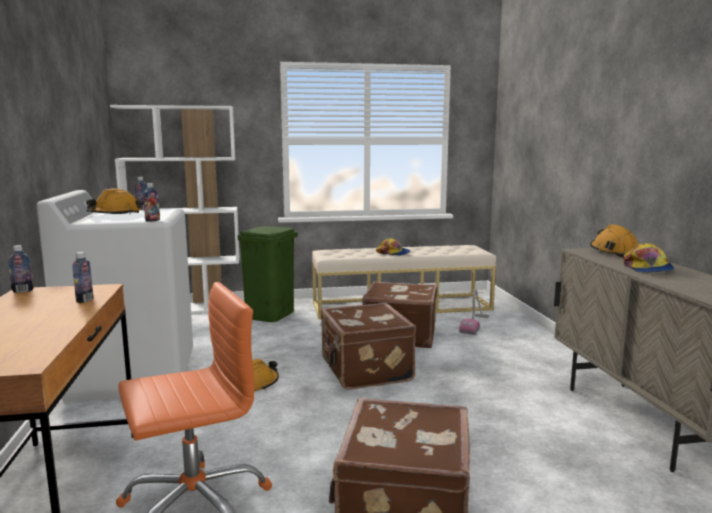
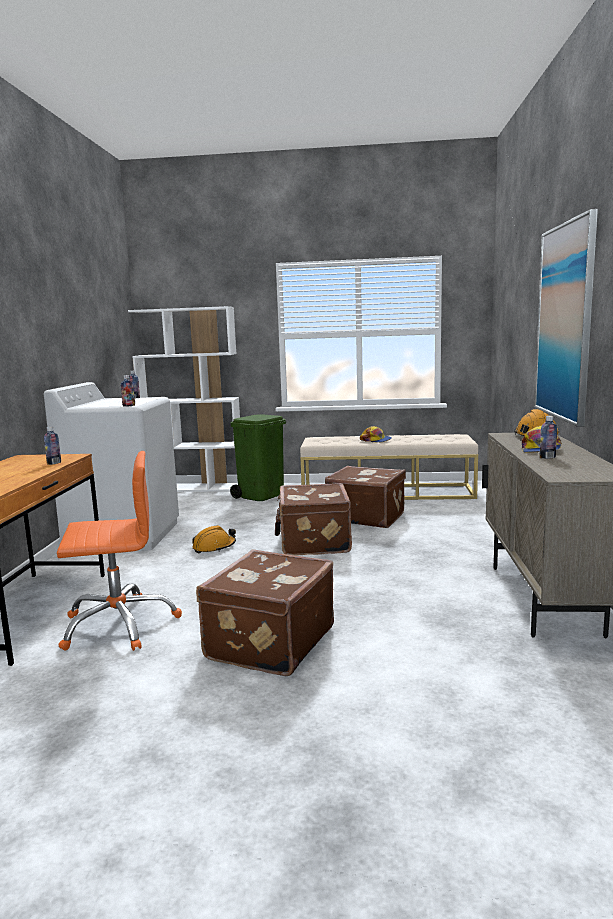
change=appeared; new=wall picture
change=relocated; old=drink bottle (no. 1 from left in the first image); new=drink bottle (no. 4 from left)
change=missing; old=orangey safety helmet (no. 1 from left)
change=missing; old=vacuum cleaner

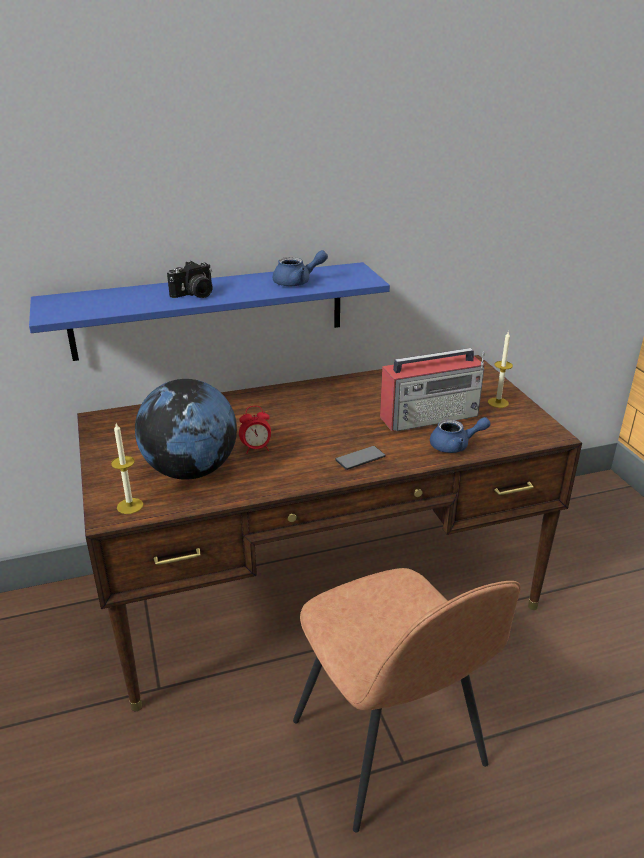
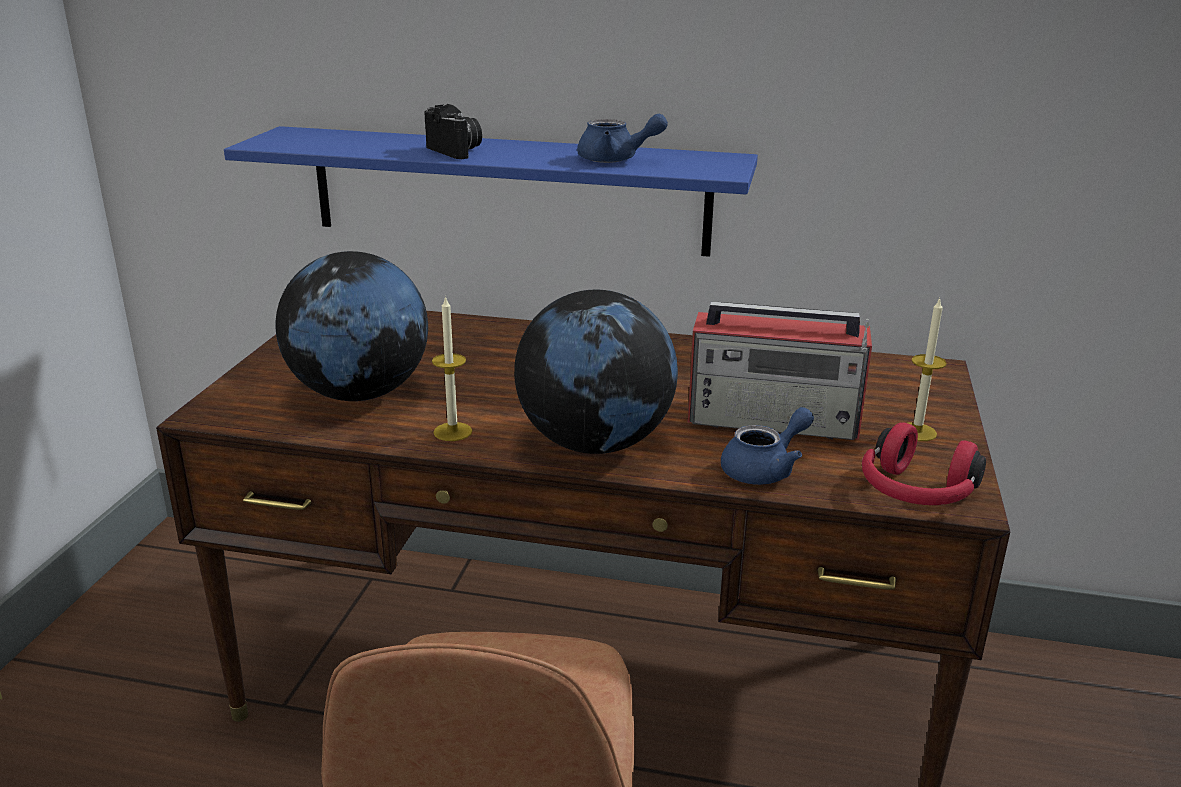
change=spun; old=still camera; degrees=-120
change=relocated; old=candle (no. 1 from left)
change=exchanged; old=handset; new=world globe (no. 2 from left)
change=spun; old=blue-coloured tea pot (no. 2 from left); degrees=-60
change=appeared; new=red pair of headphones
change=missing; old=alarm clock

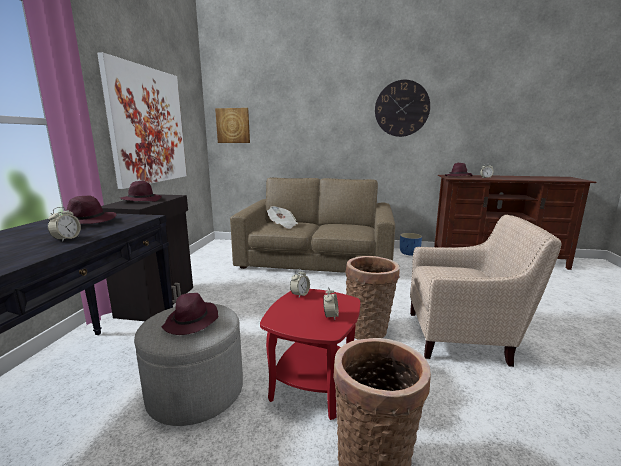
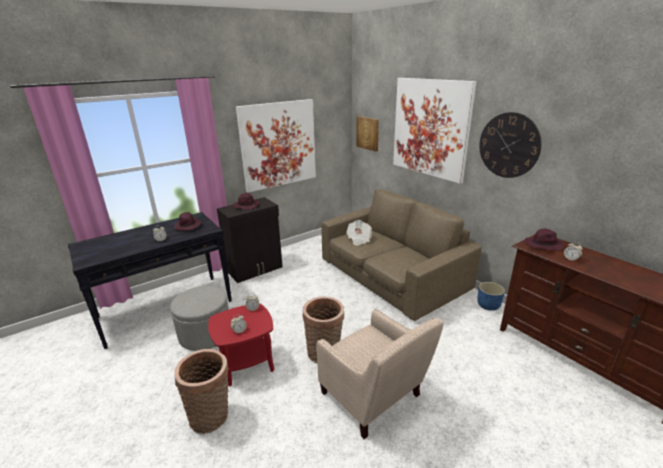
change=appeared; new=wall picture (no. 3 from left)
change=missing; old=purple clothing hat (no. 3 from left)

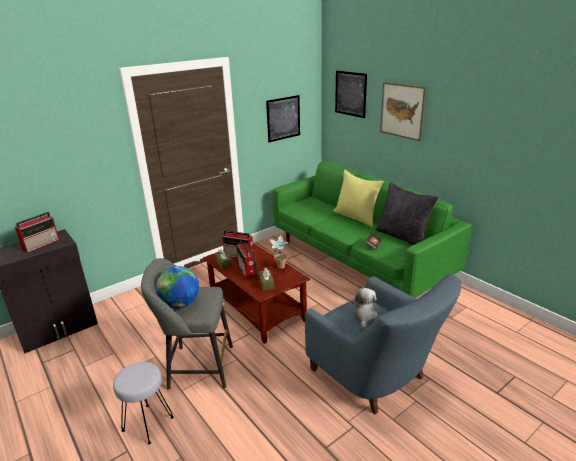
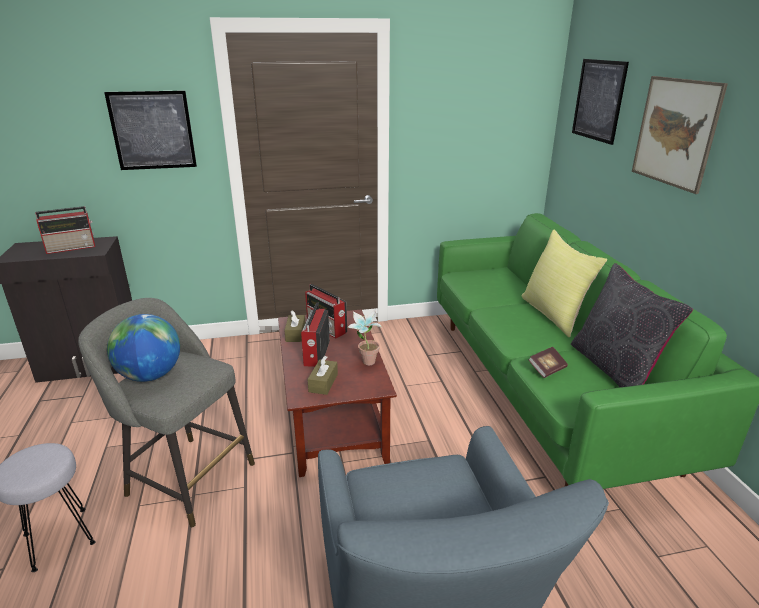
change=relocated; old=wall picture (no. 1 from left)
change=missing; old=plush toy

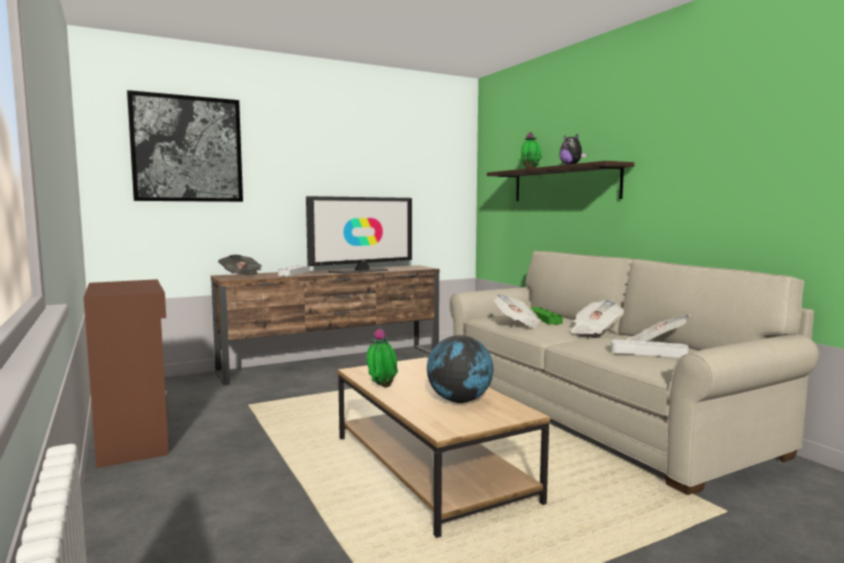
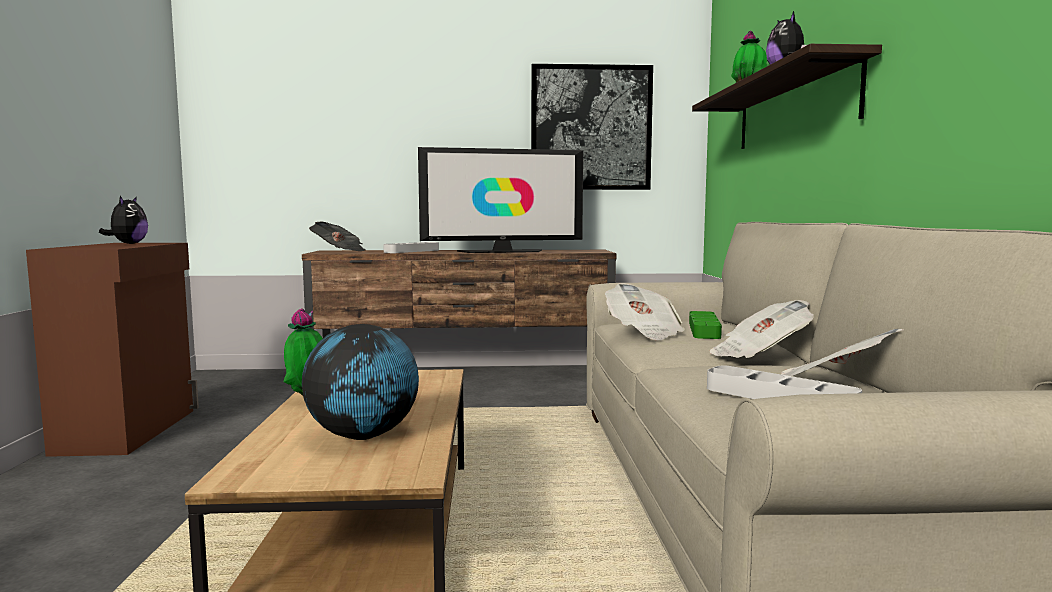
change=appeared; new=plush toy (no. 1 from left)
change=relocated; old=wall picture

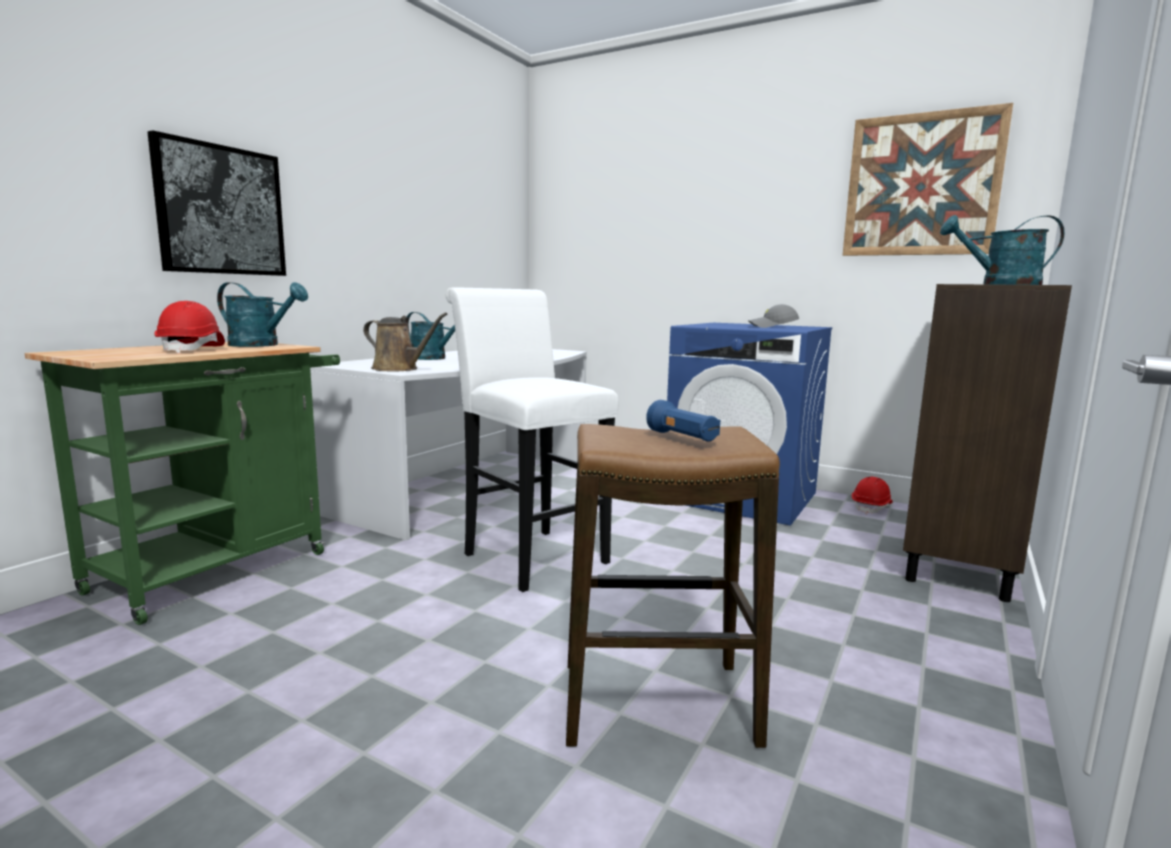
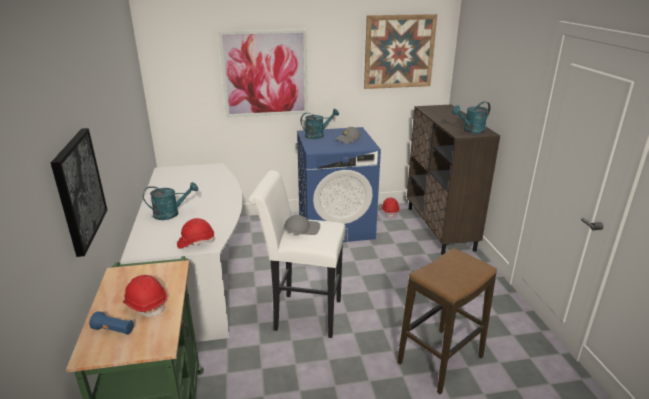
change=relocated; old=blue-coloured flashlight
change=exchanged; old=brown watering pot; new=red safety helmet (no. 2 from left)
change=appeared; new=wall picture (no. 2 from left)
change=appeared; new=grey baseball cap (no. 1 from left)
change=relocated; old=blue-green watering pot (no. 1 from left in the first image); new=blue-green watering pot (no. 2 from left)

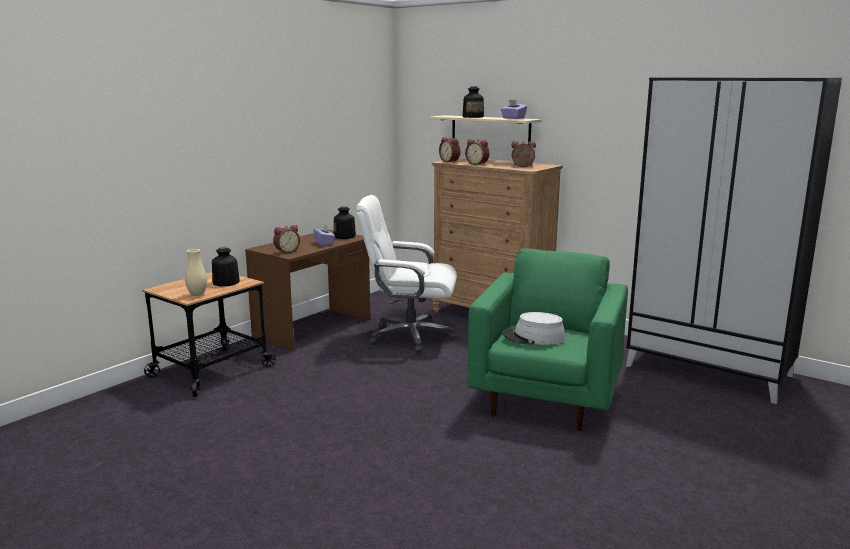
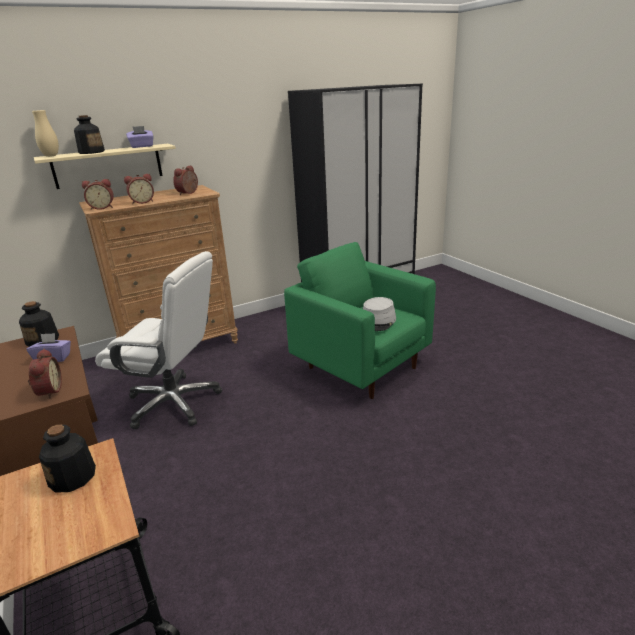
change=relocated; old=beige flower vase
change=spun; old=white-coloured computer chair; degrees=-105

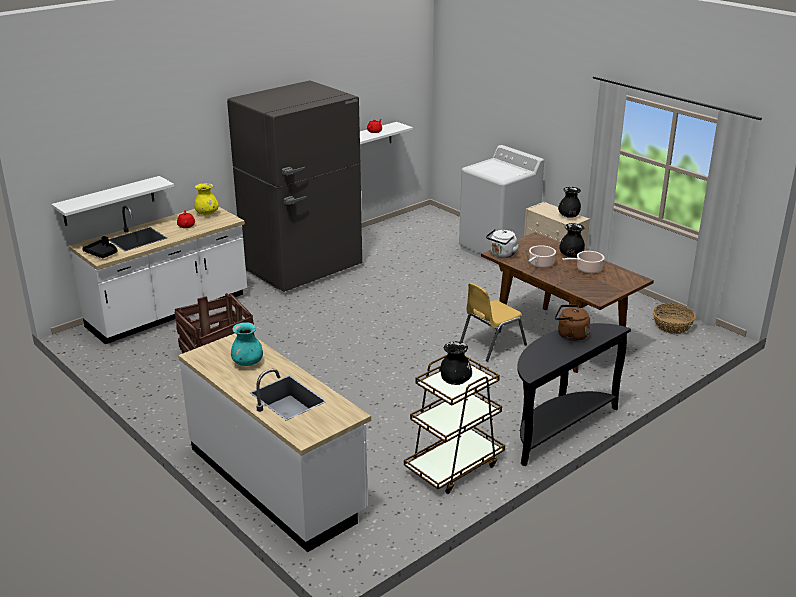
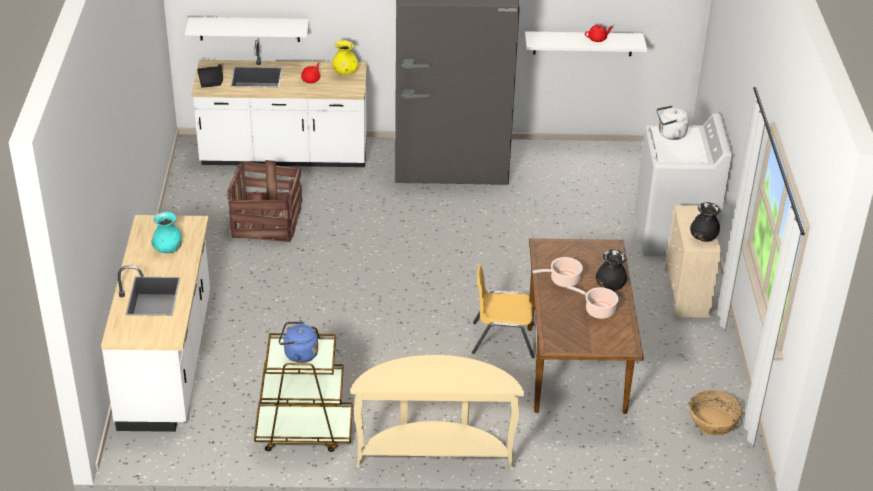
change=exchanged; old=black flower vase (no. 1 from left); new=blue-coloured water kettle
change=colour; old=black console table; new=beige console table
change=relocated; old=white-coloured water kettle
change=missing; old=brown water kettle

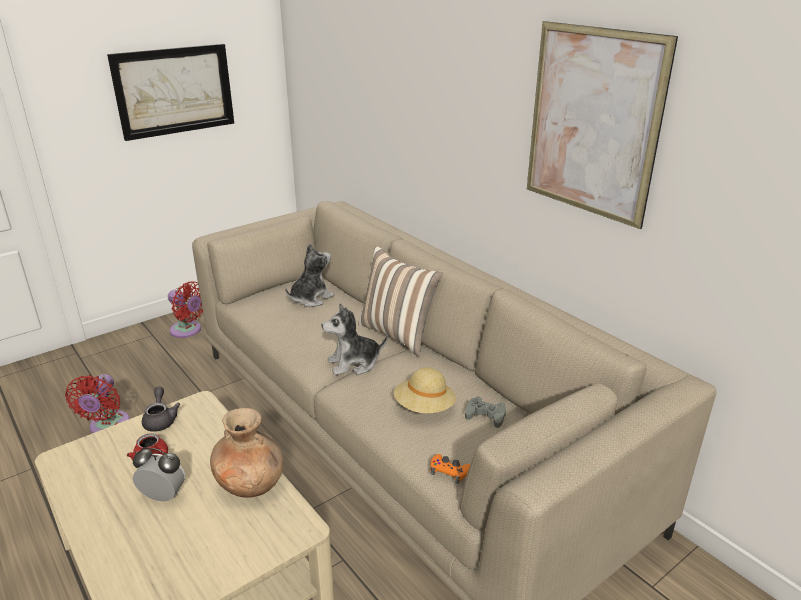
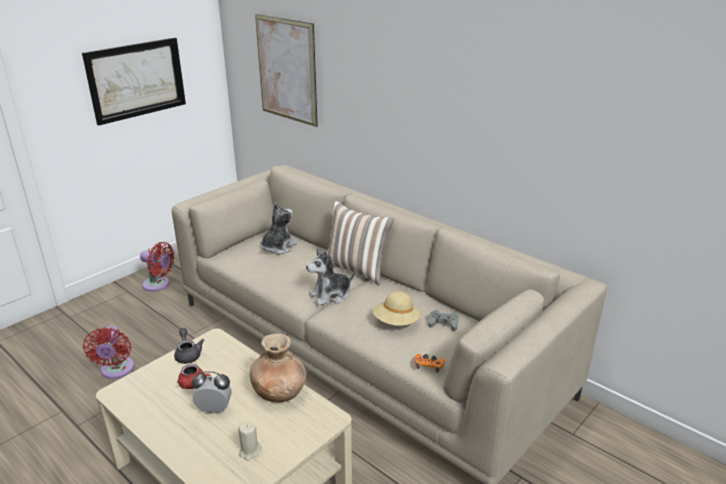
change=appeared; new=beige candle
change=relocated; old=wall picture (no. 2 from left)

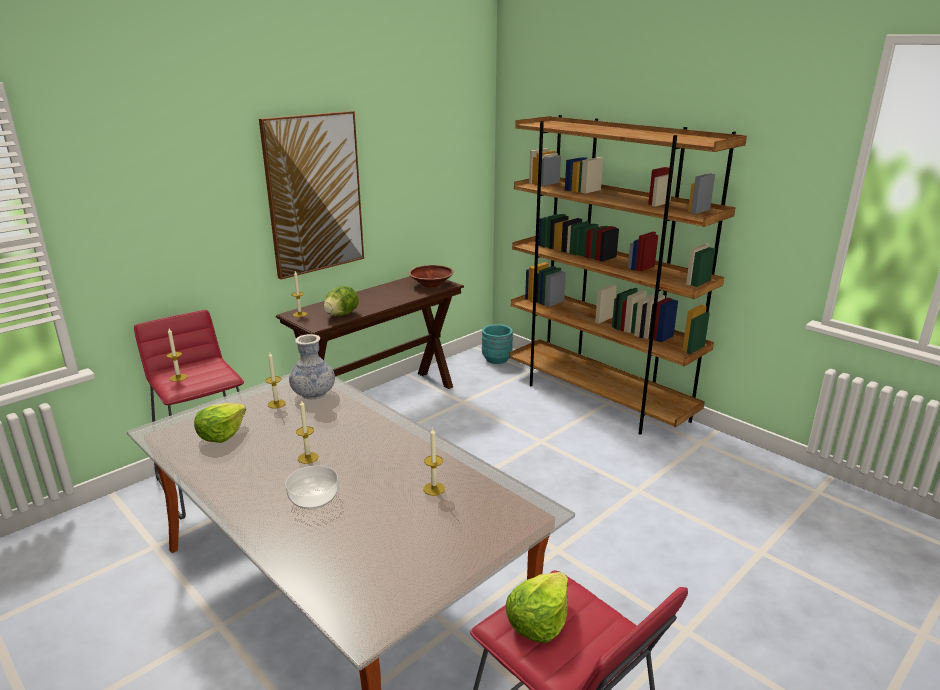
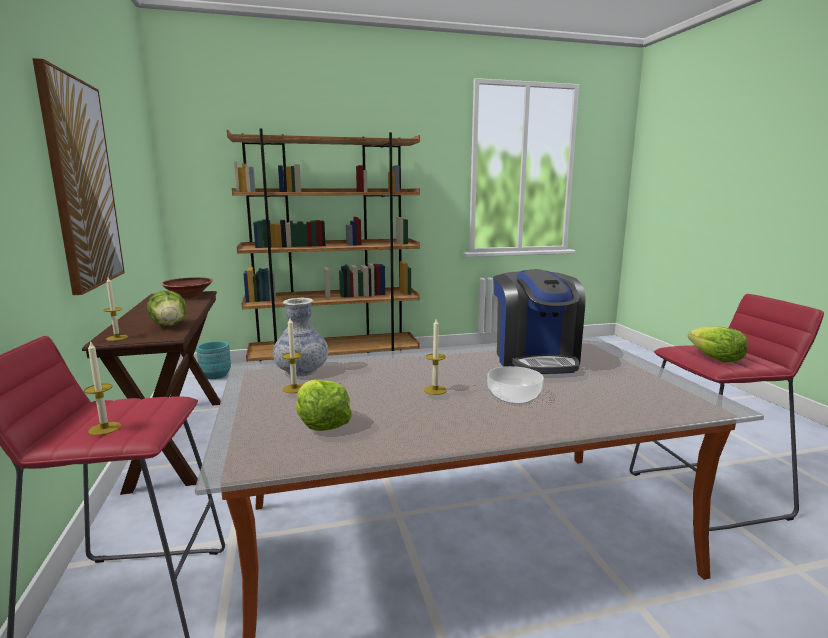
change=exchanged; old=candle (no. 5 from left); new=coffee machine

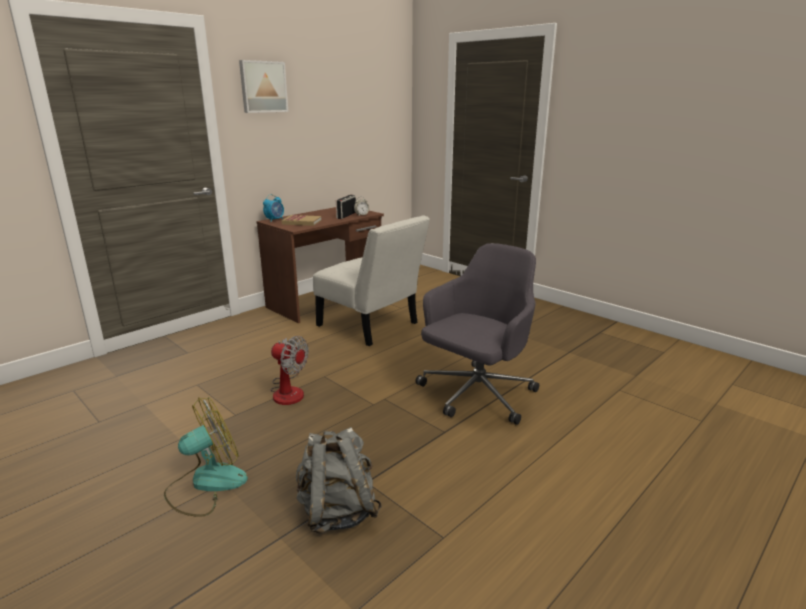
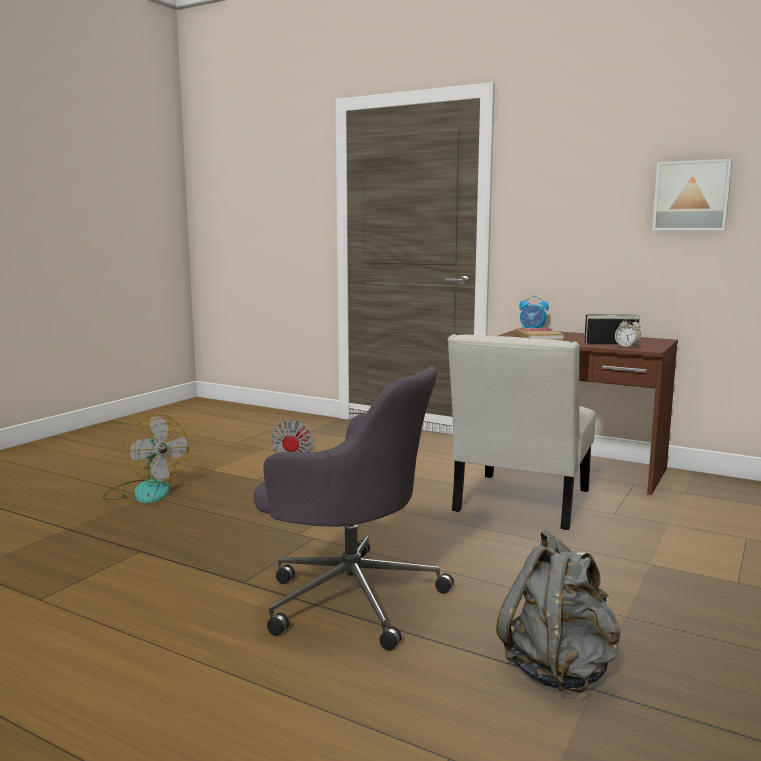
change=relocated; old=grey knapsack
change=relocated; old=wall picture

